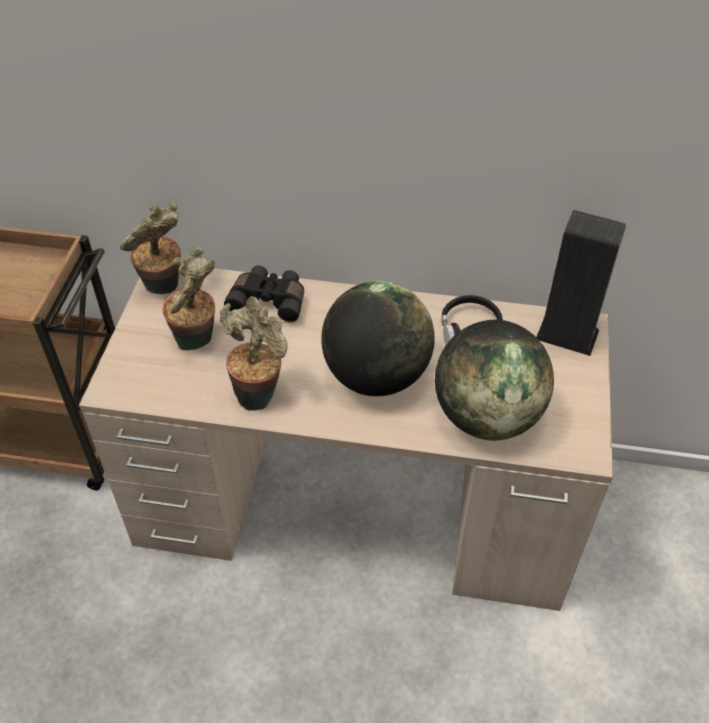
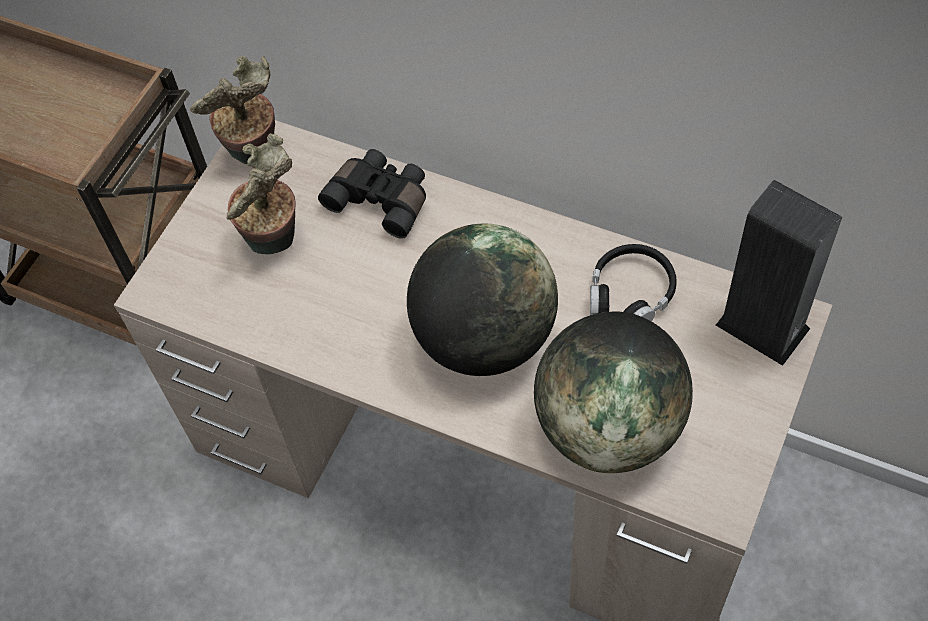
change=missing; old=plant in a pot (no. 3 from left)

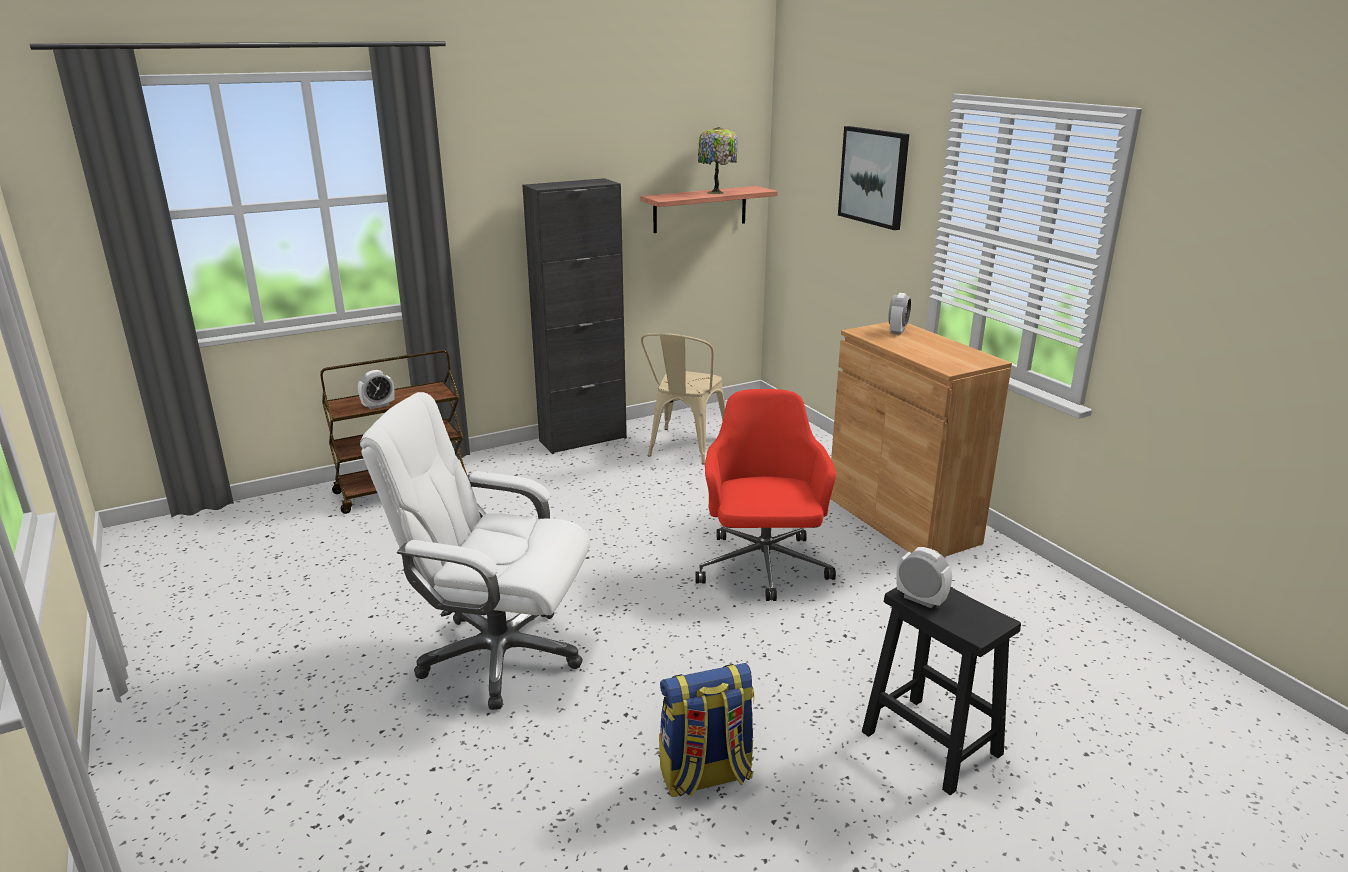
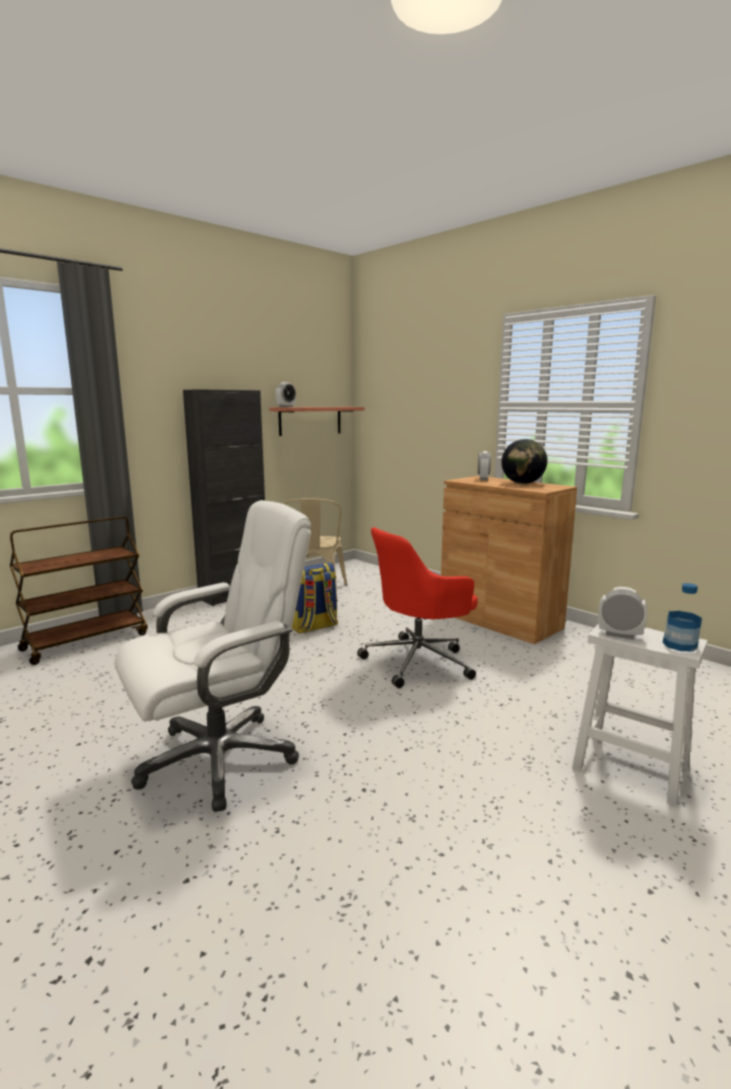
change=spun; old=white-coloured computer chair; degrees=150
change=relocated; old=alarm clock (no. 1 from left)
change=relocated; old=knapsack
change=spun; old=red computer chair; degrees=-105
change=appeared; new=world globe
change=colour; old=black stool seat; new=white-coloured stool seat
change=appeared; new=drink bottle
change=missing; old=table lamp
change=missing; old=wall picture

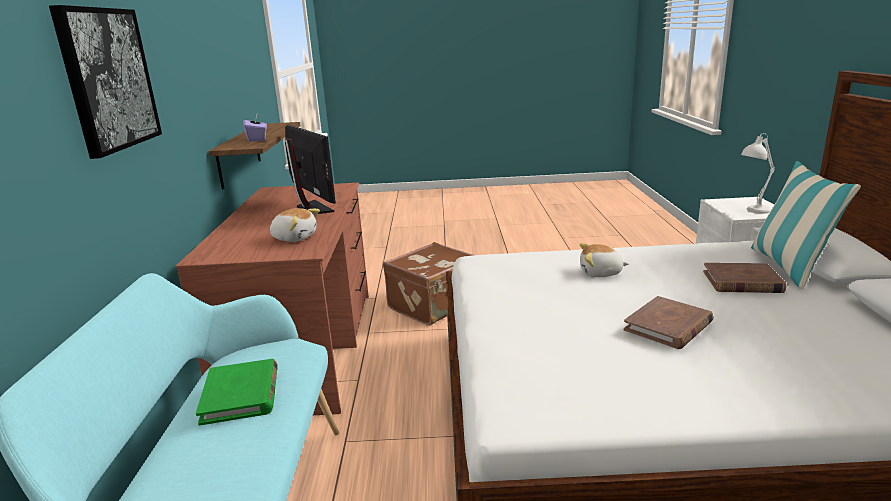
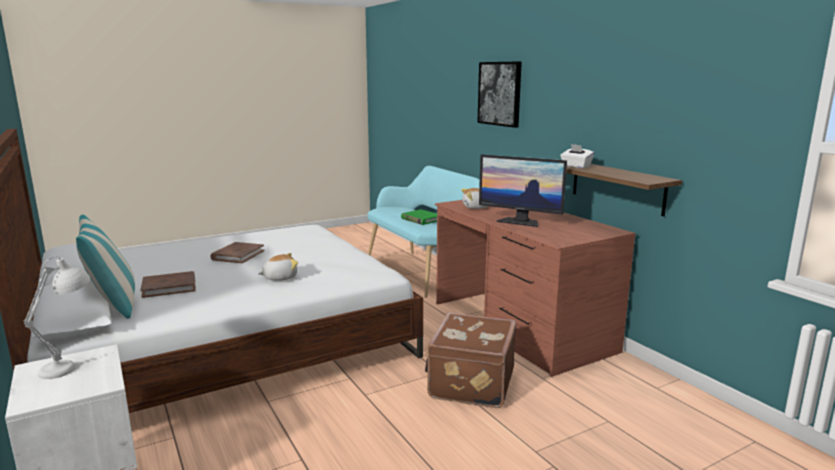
change=colour; old=purple tissue holder; new=white-coloured tissue holder

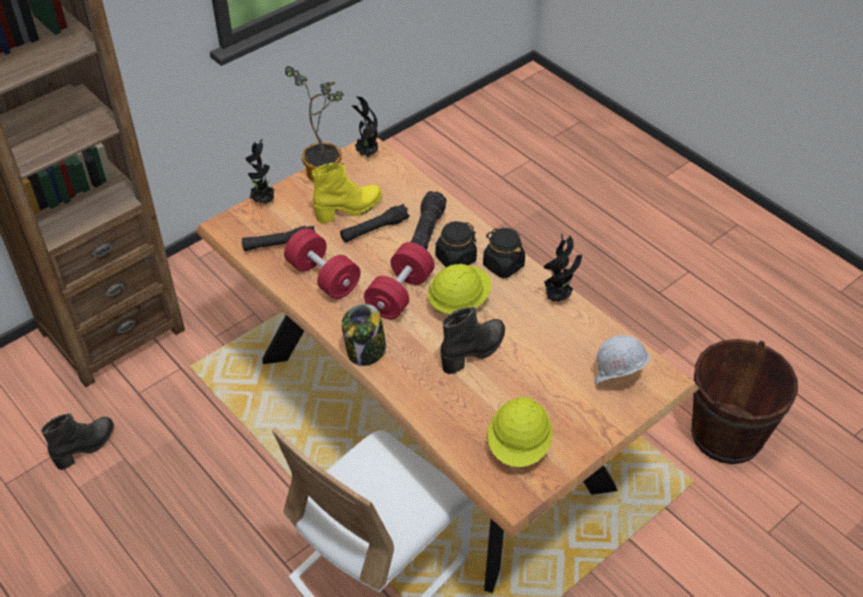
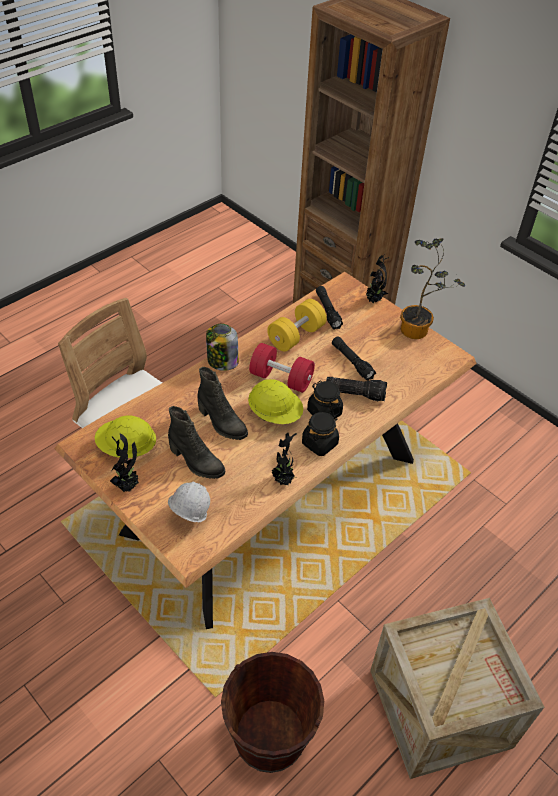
change=relocated; old=plant in a pot (no. 3 from left in the first image); new=plant in a pot (no. 1 from left)
change=relocated; old=black high-top boot (no. 1 from left)
change=colour; old=red hand weight (no. 1 from left); new=yellowish hand weight
change=appeared; new=crate
change=missing; old=yellowish high-top boot

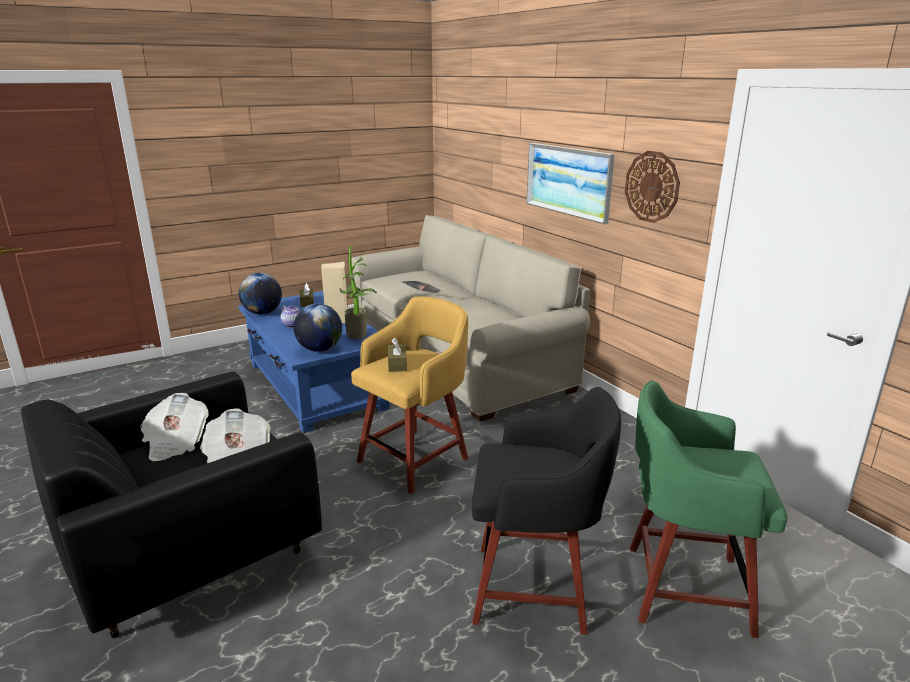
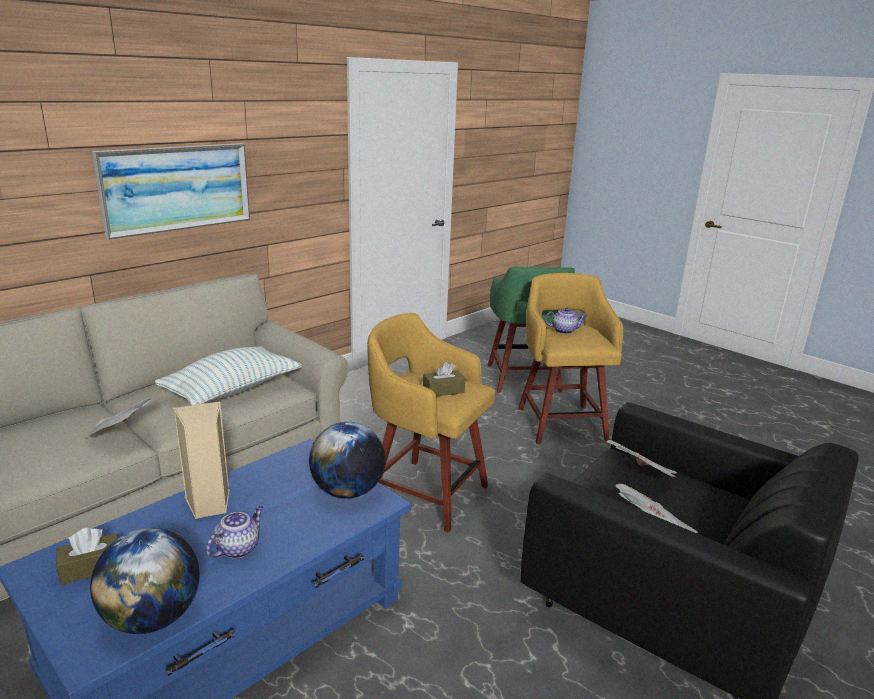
change=appeared; new=cushion
change=colour; old=black stool seat; new=yellowish stool seat (no. 2 from left)
change=appeared; new=tea pot (no. 2 from left)
change=missing; old=plant in a pot
change=missing; old=hanging clock

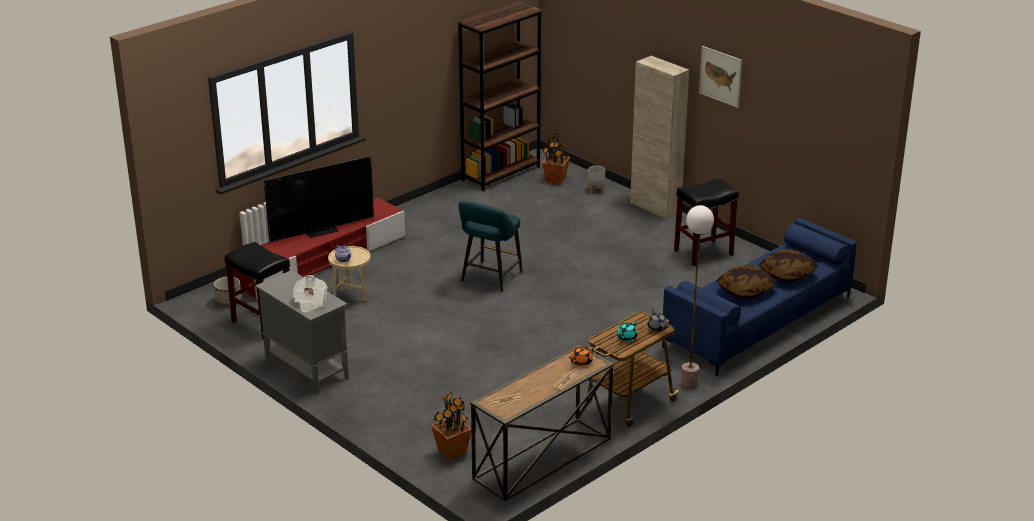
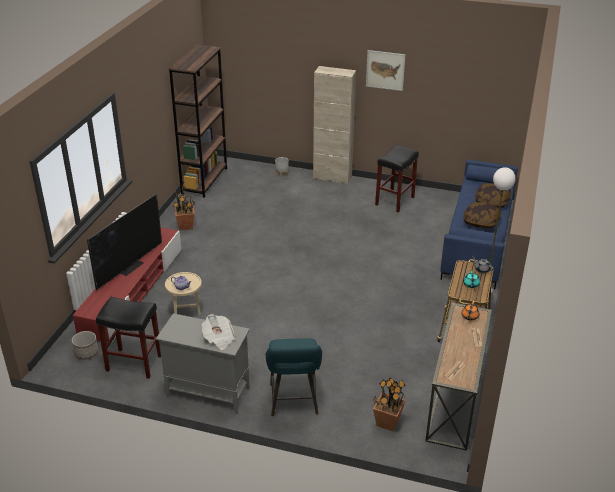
change=relocated; old=plant in a pot (no. 2 from left in the first image); new=plant in a pot (no. 1 from left)
change=relocated; old=blue-green stool seat

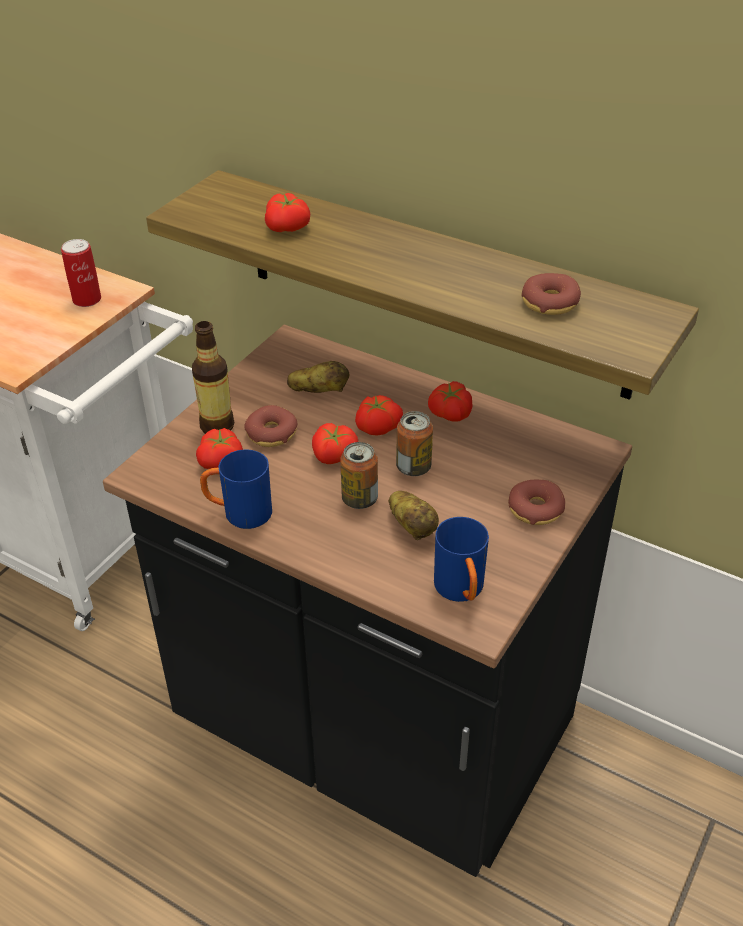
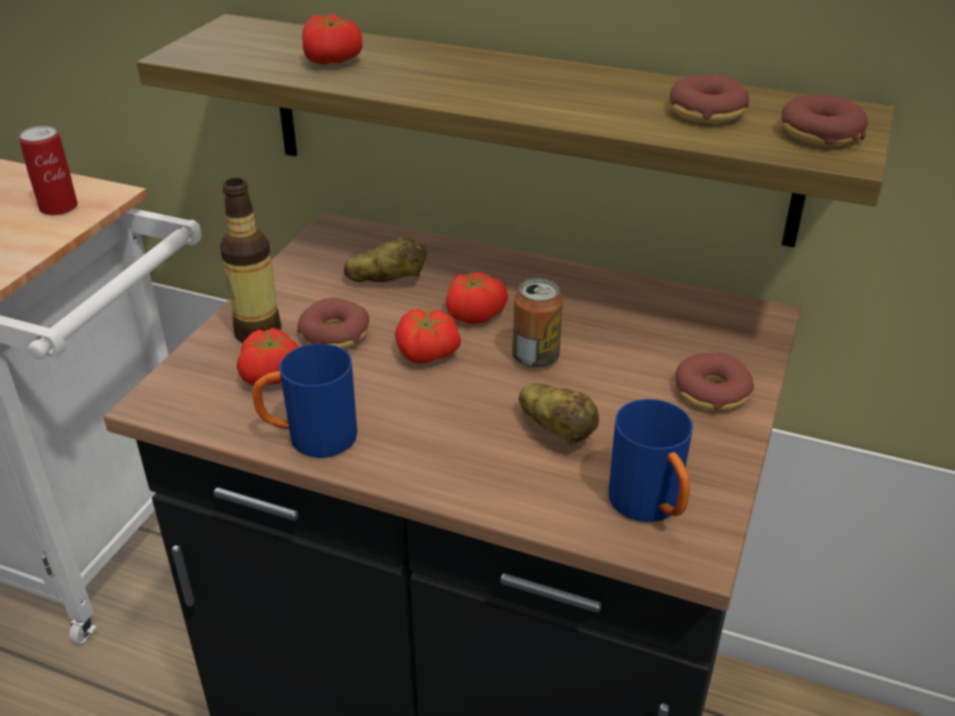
change=appeared; new=donut (no. 4 from left)
change=missing; old=metal can (no. 2 from left)
change=missing; old=whole tomato (no. 5 from left)

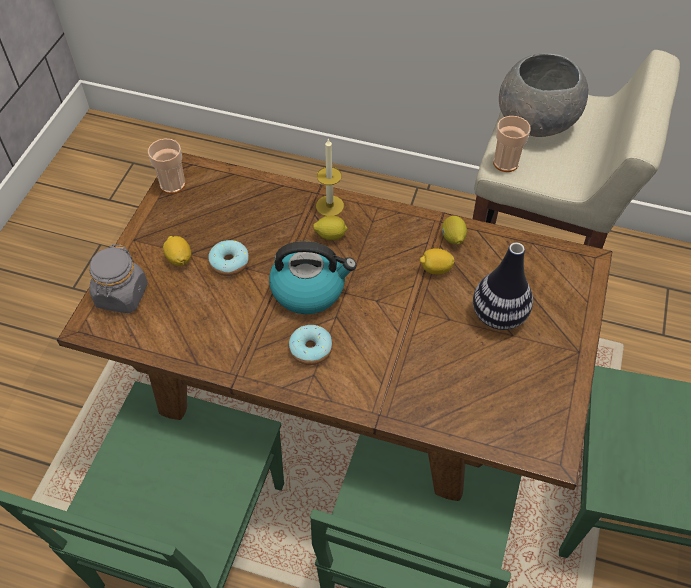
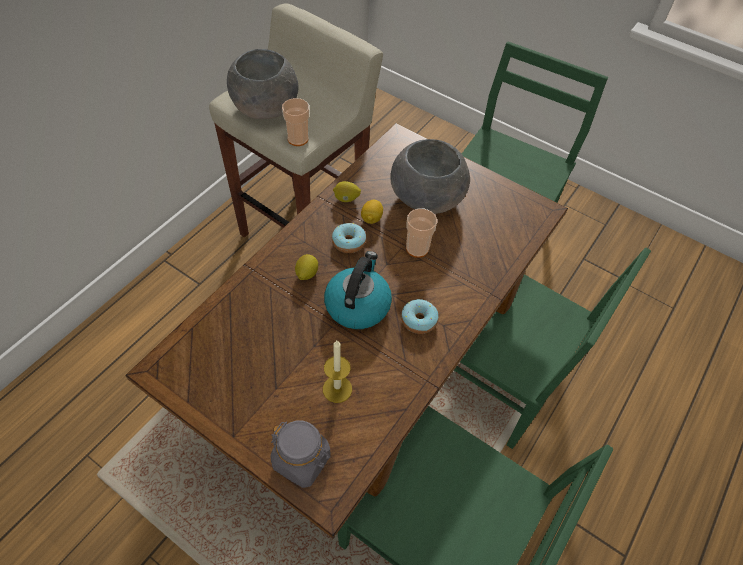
change=relocated; old=candle
change=relocated; old=donut (no. 1 from left)
change=exchanged; old=flower vase; new=grey bowl (no. 2 from left)
change=relocated; old=cup (no. 1 from left in the first image); new=cup (no. 2 from left)
change=missing; old=citrus fruit (no. 1 from left)

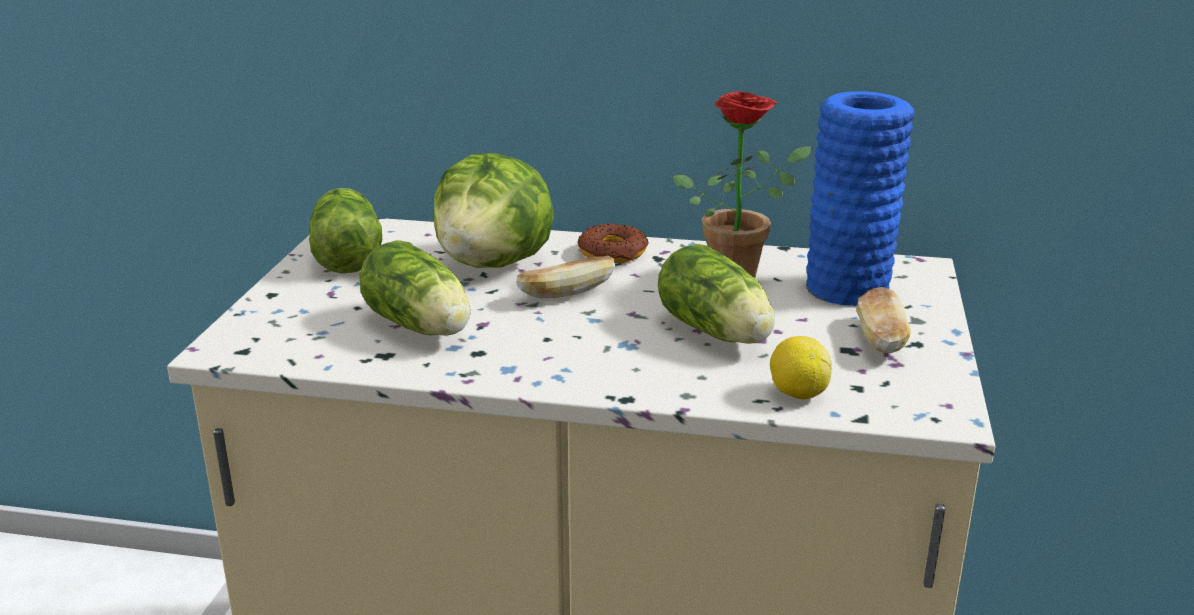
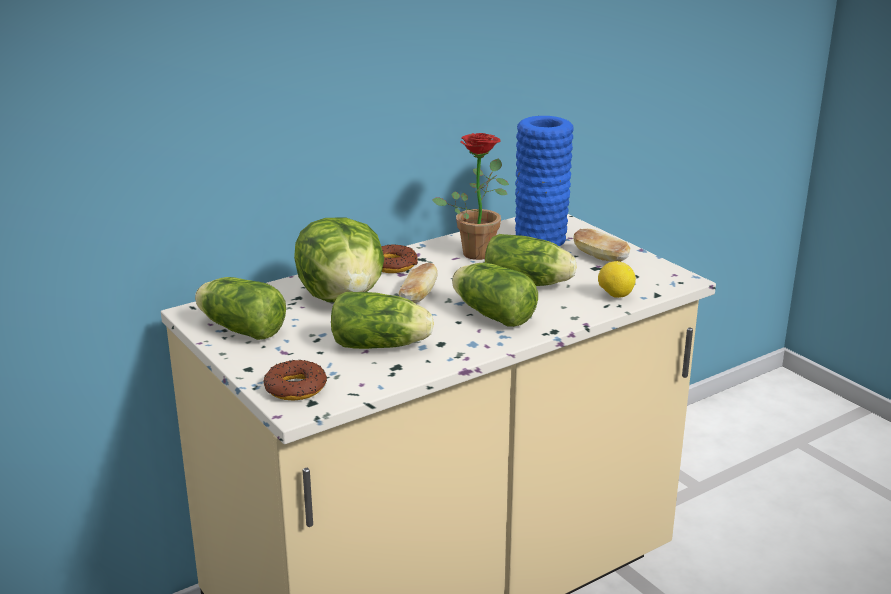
change=appeared; new=donut (no. 1 from left)
change=appeared; new=lettuce (no. 4 from left)

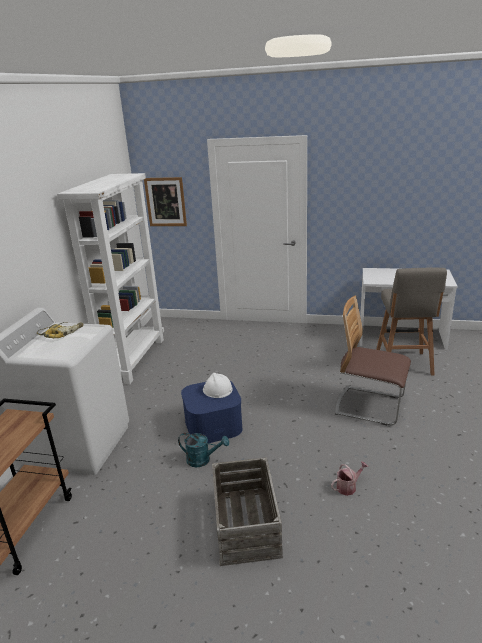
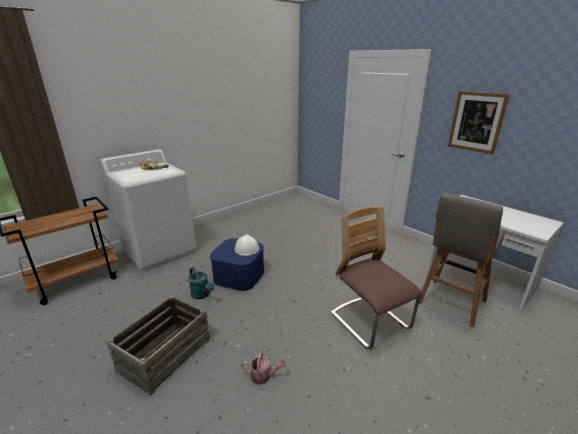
change=relocated; old=wall picture
change=missing; old=white-coloured shelving unit

